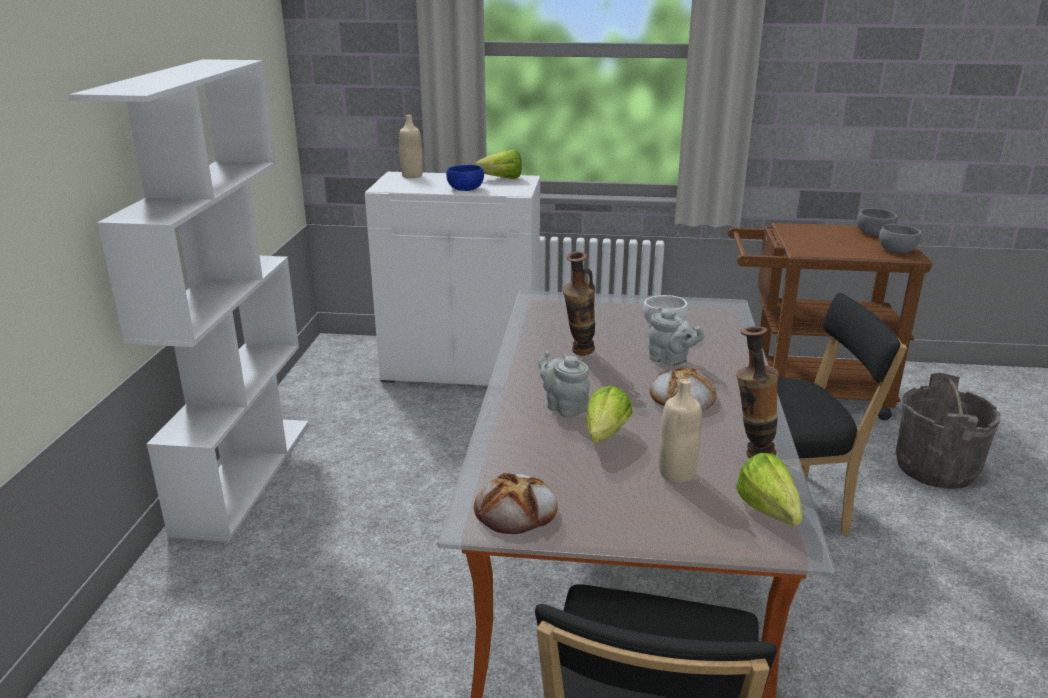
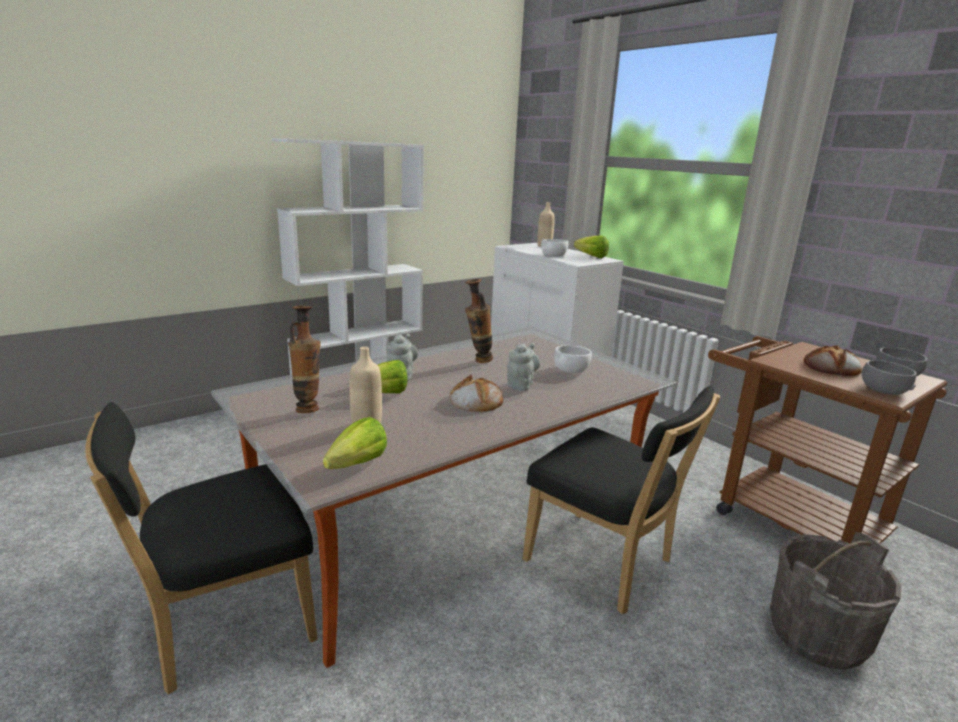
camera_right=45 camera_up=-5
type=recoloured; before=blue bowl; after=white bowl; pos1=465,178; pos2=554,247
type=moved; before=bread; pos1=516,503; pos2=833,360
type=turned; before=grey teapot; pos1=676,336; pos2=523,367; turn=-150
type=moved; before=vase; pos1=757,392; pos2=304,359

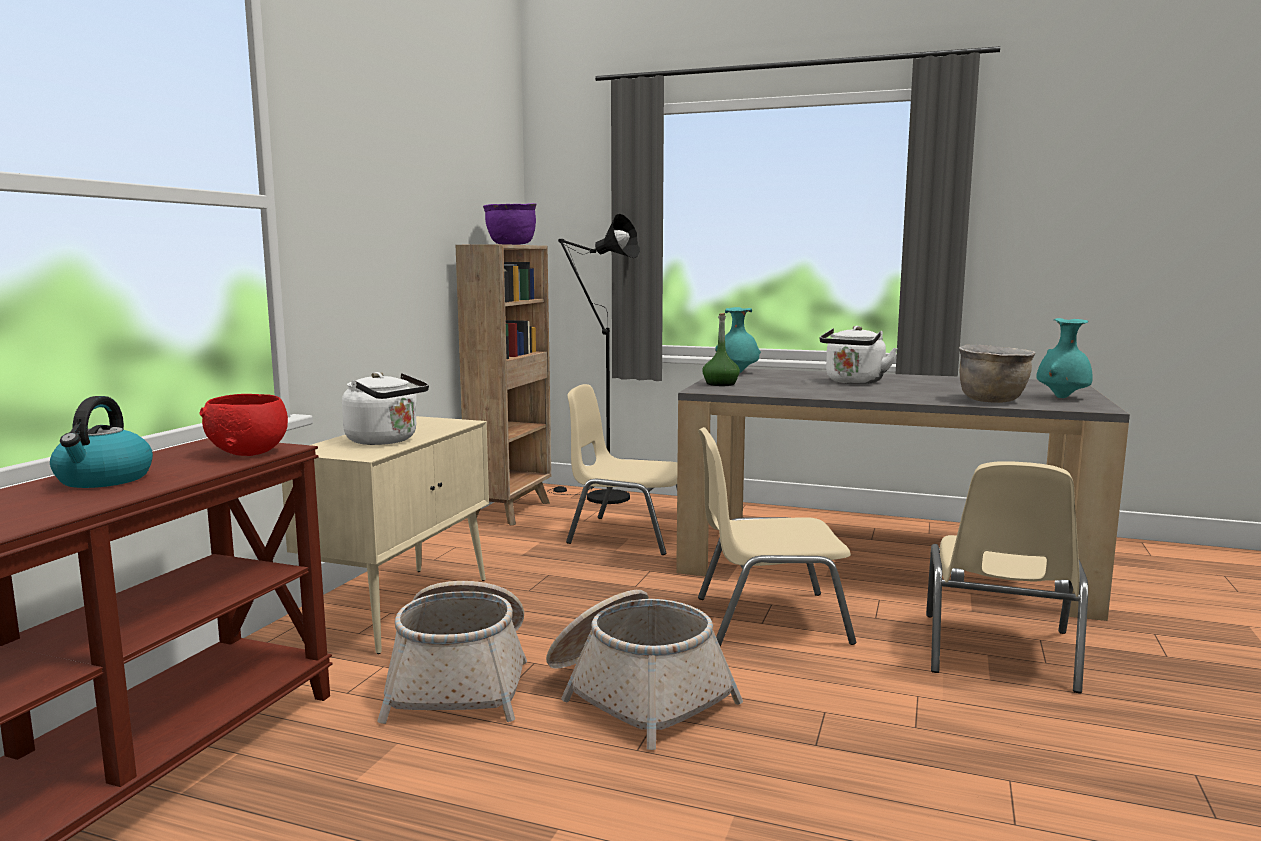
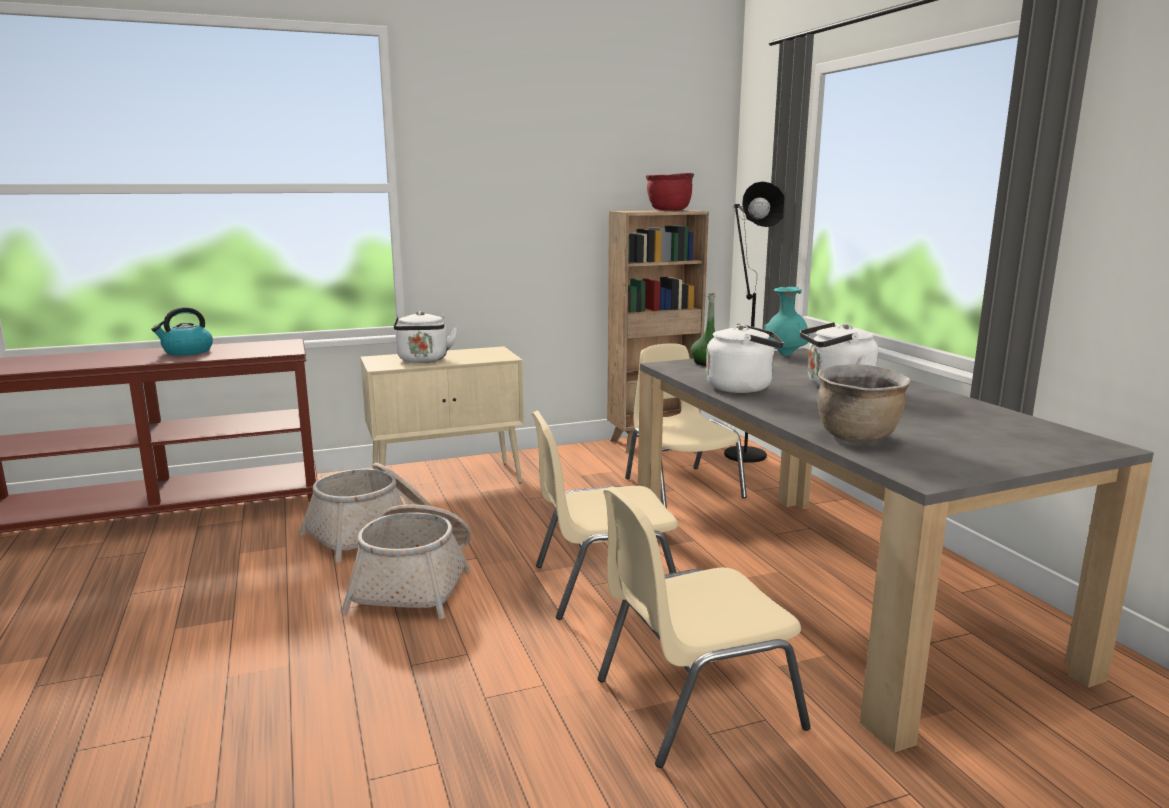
camera_right=50 camera_up=5
type=removed; before=red bowl; pos1=243,425
type=recoloured; before=purple cooking pot; after=red cooking pot; pos1=509,224; pos2=670,192
type=turned; before=beige chair; pos1=777,536; pos2=605,515; turn=-60
type=removed; before=turquoise vase; pos1=1064,358
type=added; after=white kettle; pos2=745,358

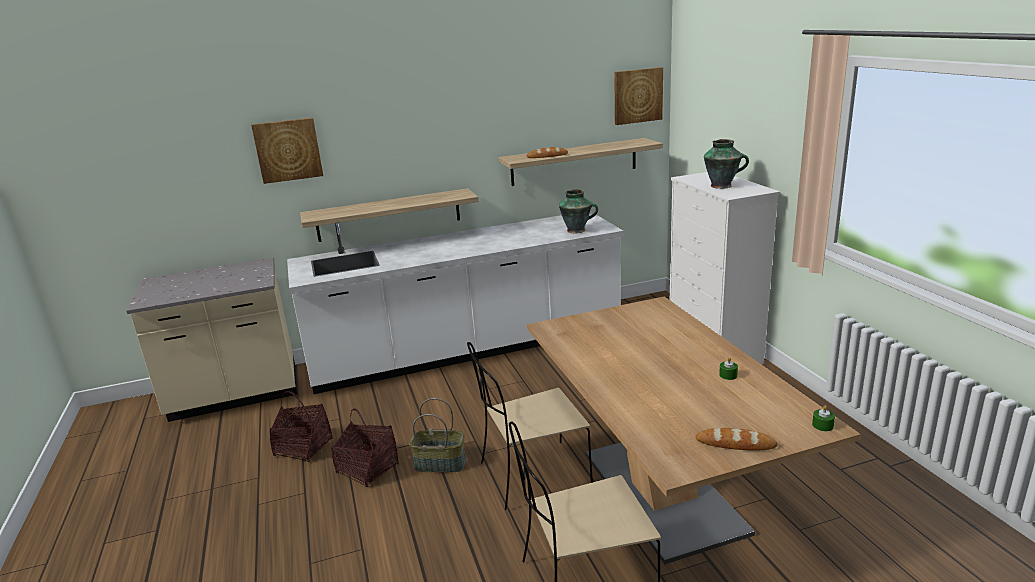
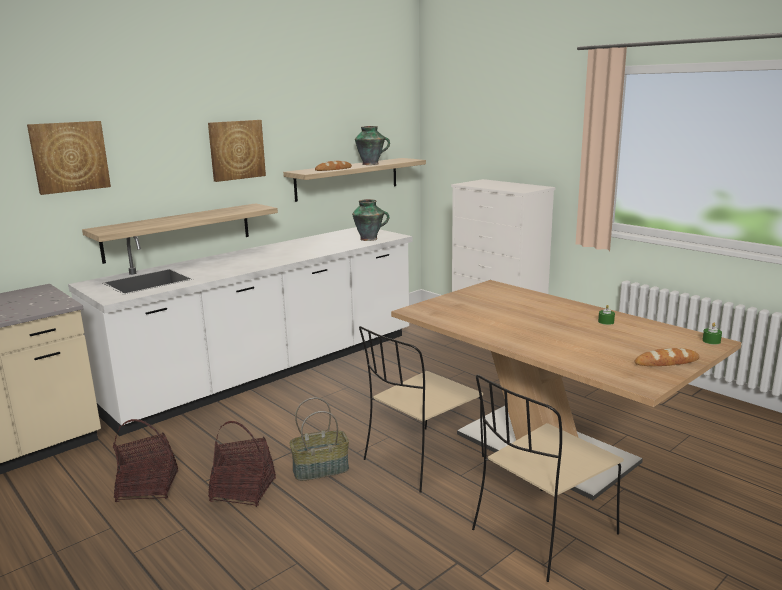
camera_right=-25 camera_up=-5
type=moved; before=picture; pos1=638,96; pos2=237,151
type=moved; before=vase; pos1=726,164; pos2=372,145

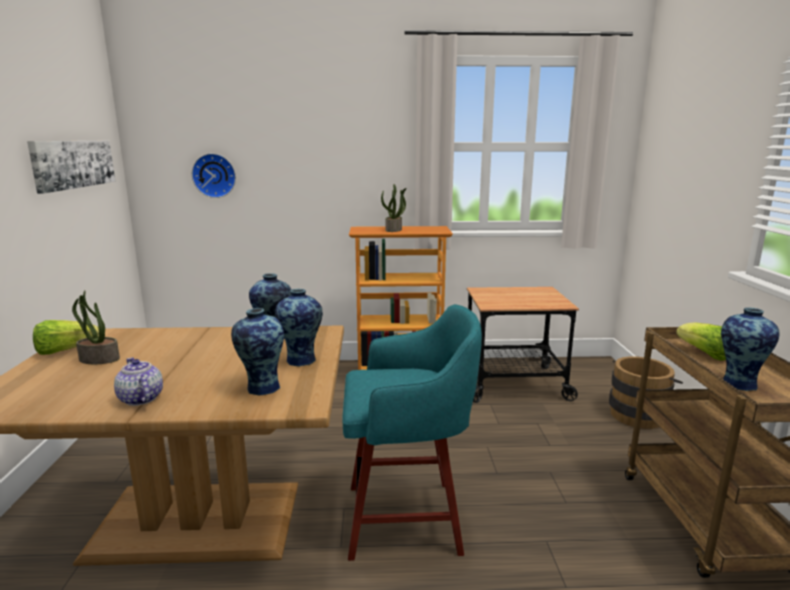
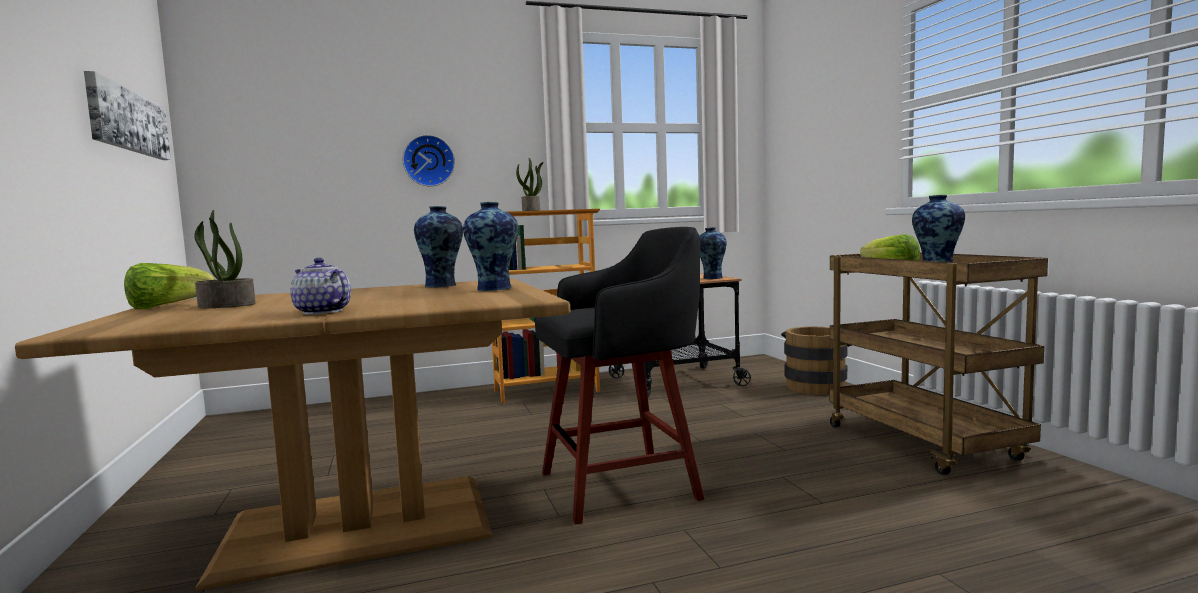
camera_right=-15 camera_up=-10
type=moved; before=wall clock; pos1=214,175; pos2=428,161
type=moved; before=vase; pos1=257,351; pos2=713,253
type=recoloured; before=turquoise stool; after=black stool; pos1=412,432; pos2=619,375

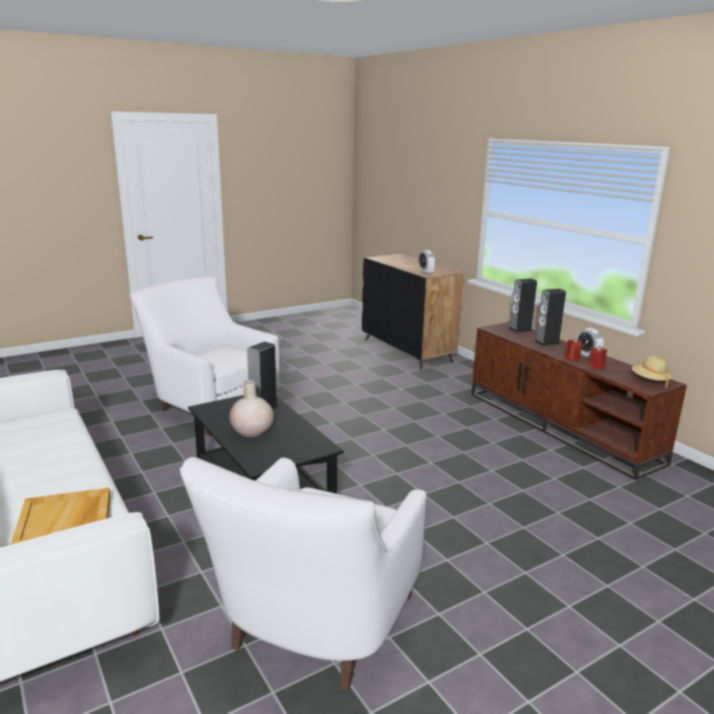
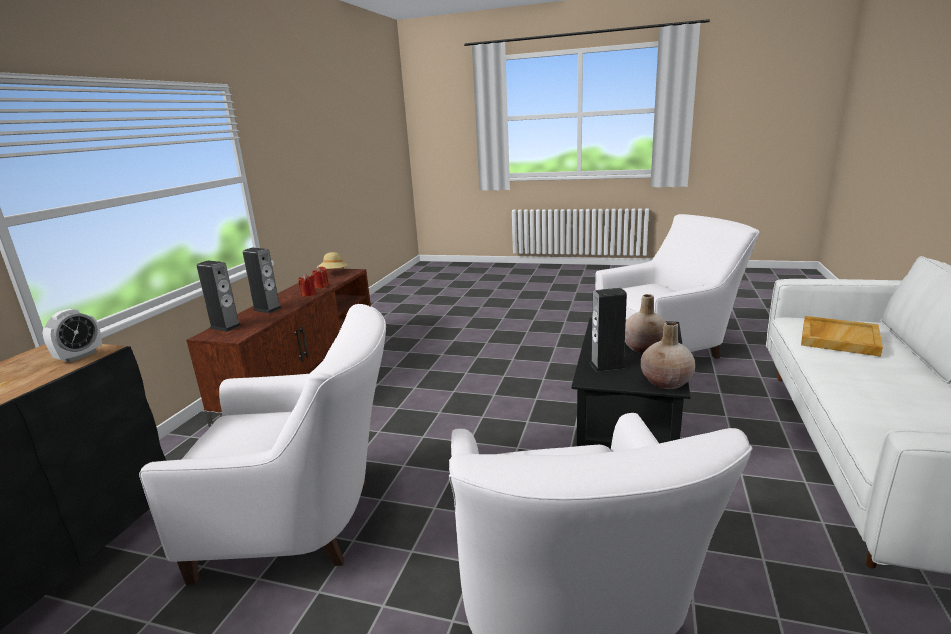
camera_right=-130 camera_up=0
type=removed; before=alarm clock; pos1=590,343
type=added; after=white armchair; pos2=262,444
type=added; after=beige vase; pos2=667,355

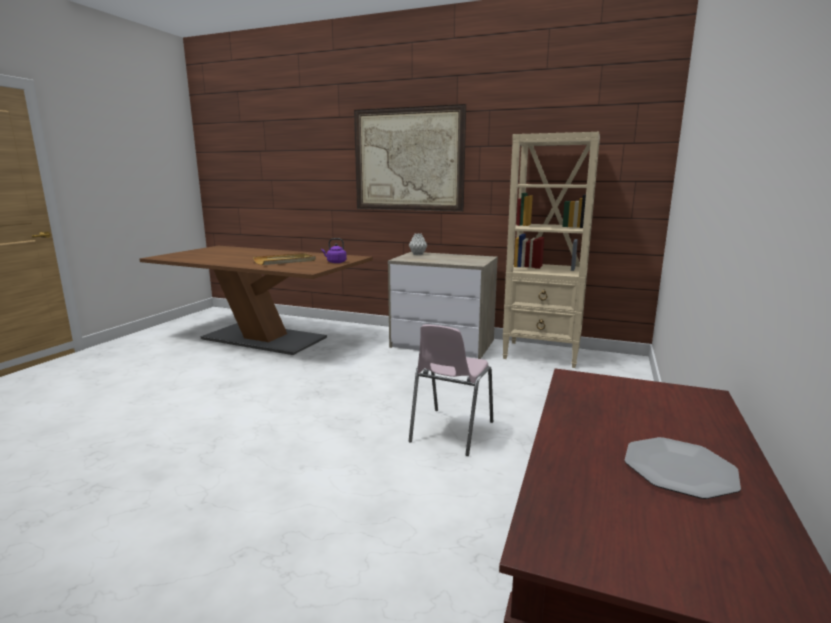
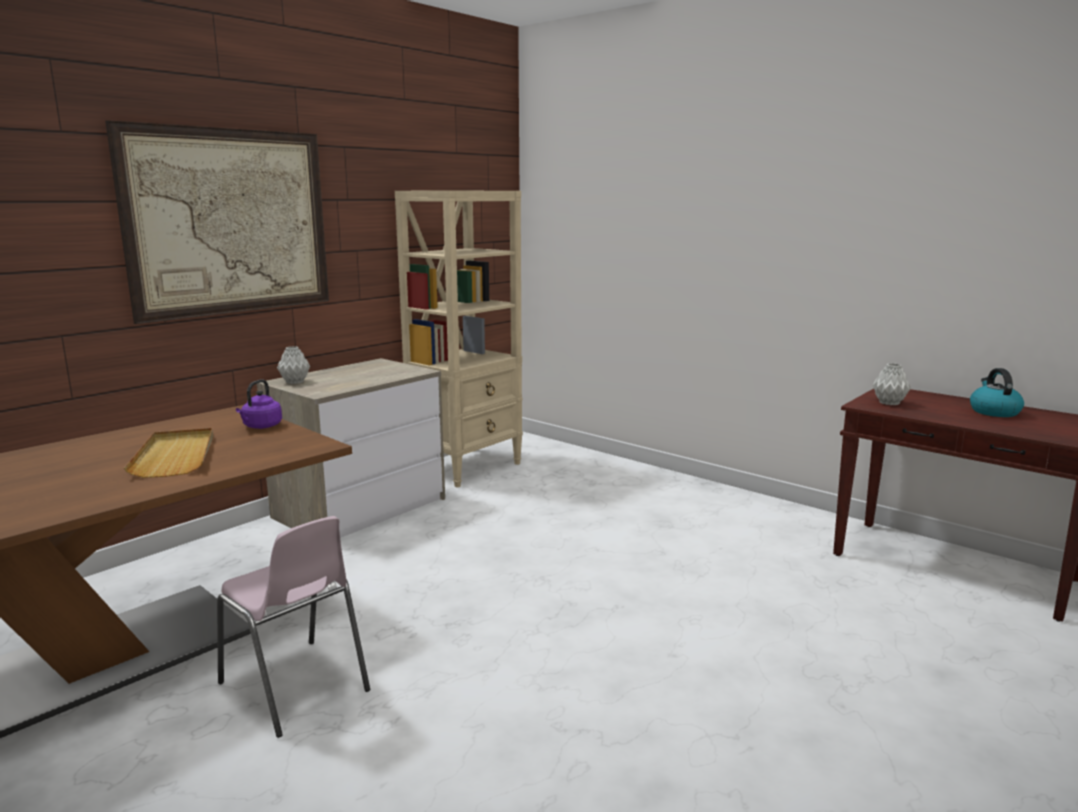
camera_right=-70 camera_up=0
type=moved; before=pink chair; pos1=451,390; pos2=293,627
type=replaced; before=plate; after=kettle; pos1=683,468; pos2=997,392
type=added; after=grey vase; pos2=892,384

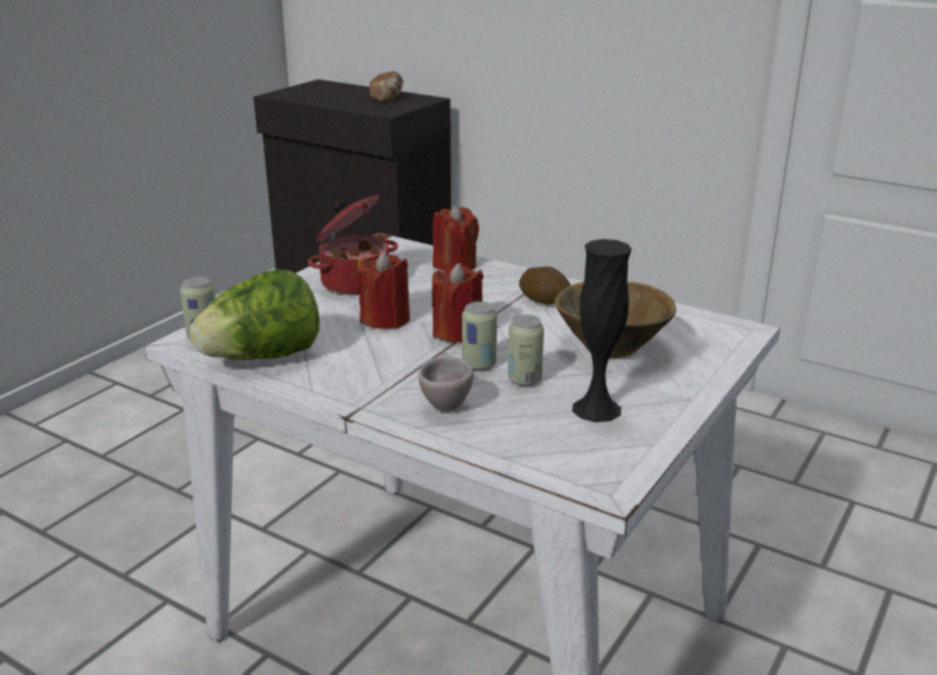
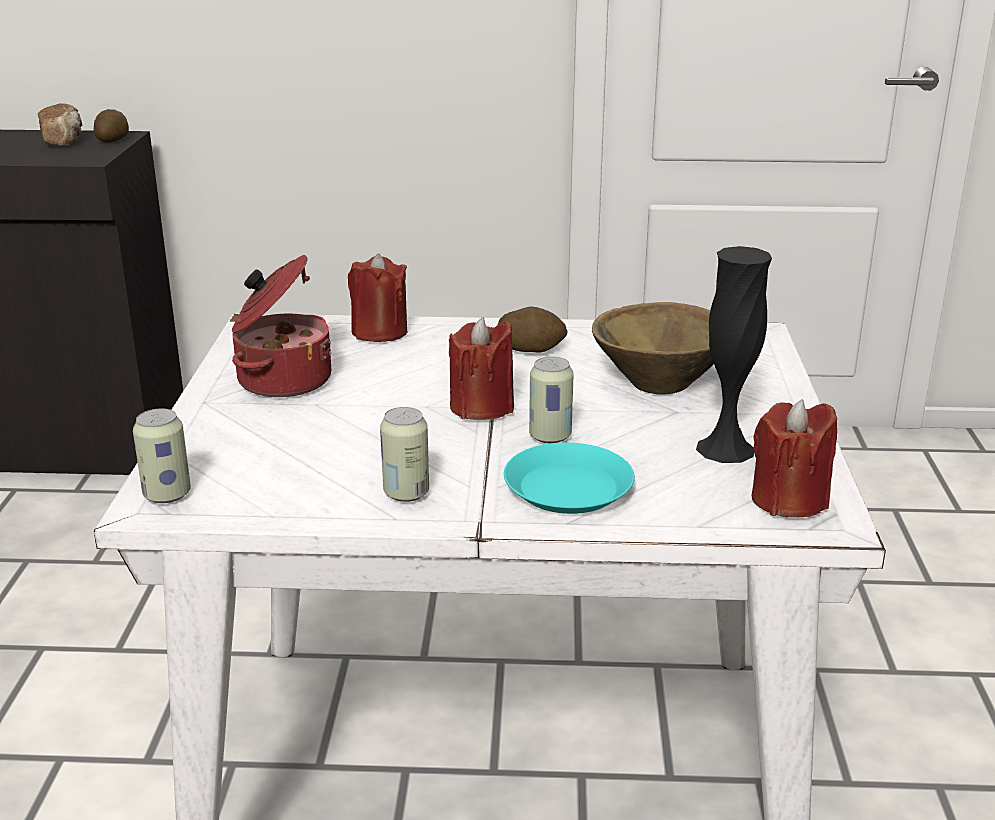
camera_right=-30 camera_up=0
type=removed; before=lettuce; pos1=255,314
type=moved; before=red candle; pos1=384,290; pos2=794,458
type=replaced; before=beige cup; after=turquoise plate; pos1=446,382; pos2=569,478
type=moved; before=can; pos1=526,350; pos2=404,454
type=added; after=potato; pos2=111,126

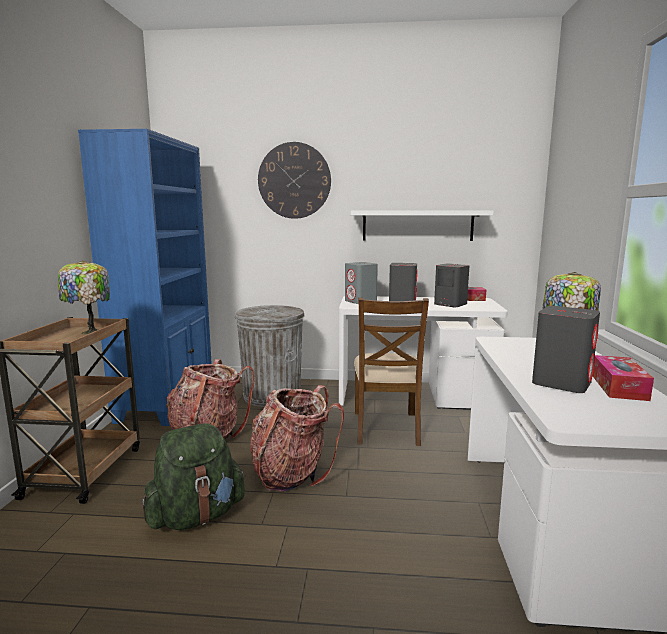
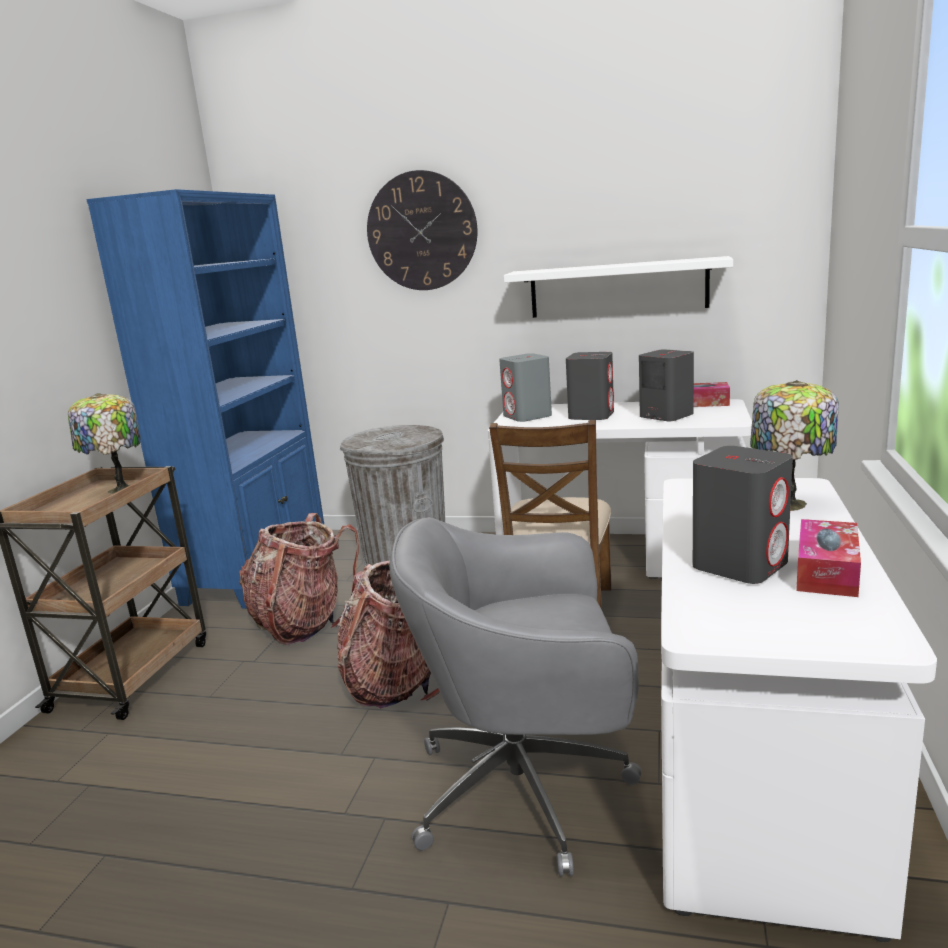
camera_right=10 camera_up=5
type=removed; before=green backpack; pos1=193,476
type=added; after=grey office chair; pos2=515,696

